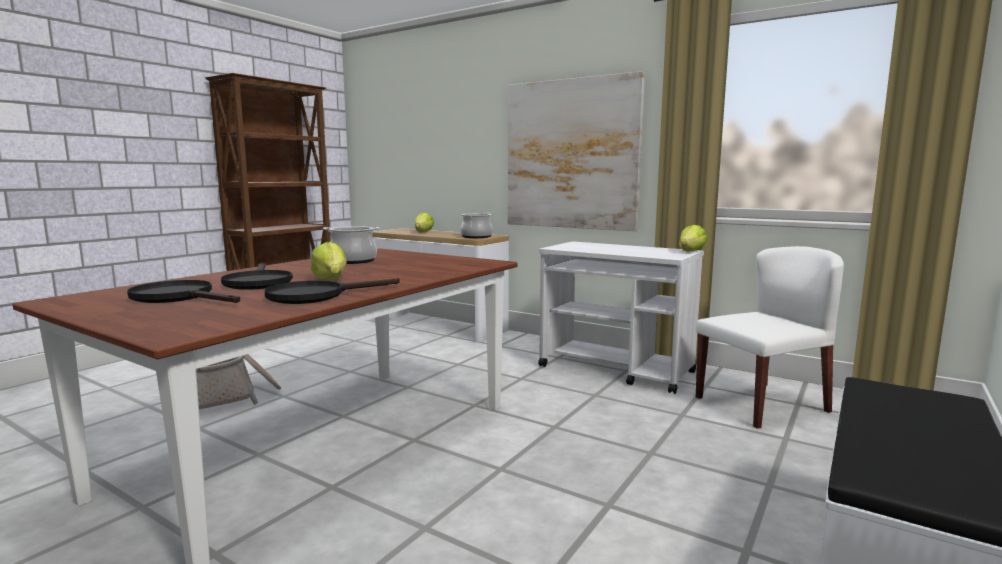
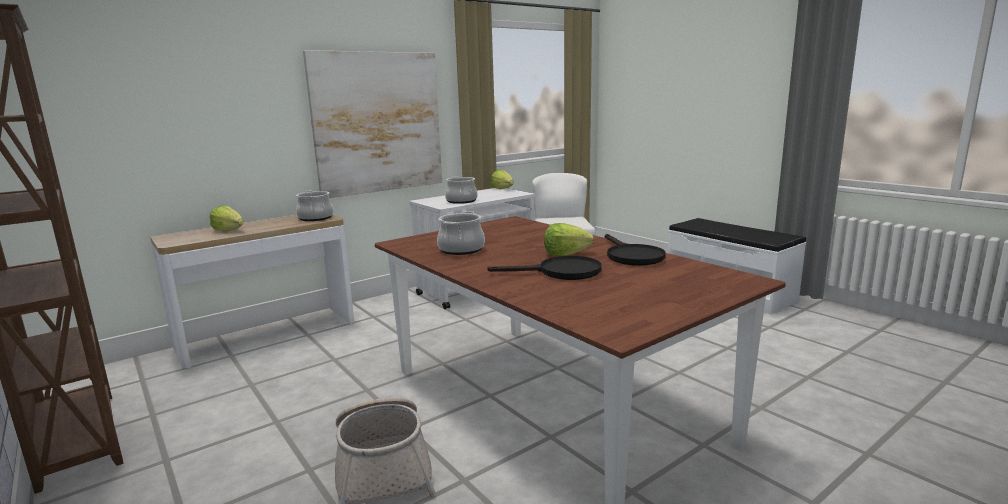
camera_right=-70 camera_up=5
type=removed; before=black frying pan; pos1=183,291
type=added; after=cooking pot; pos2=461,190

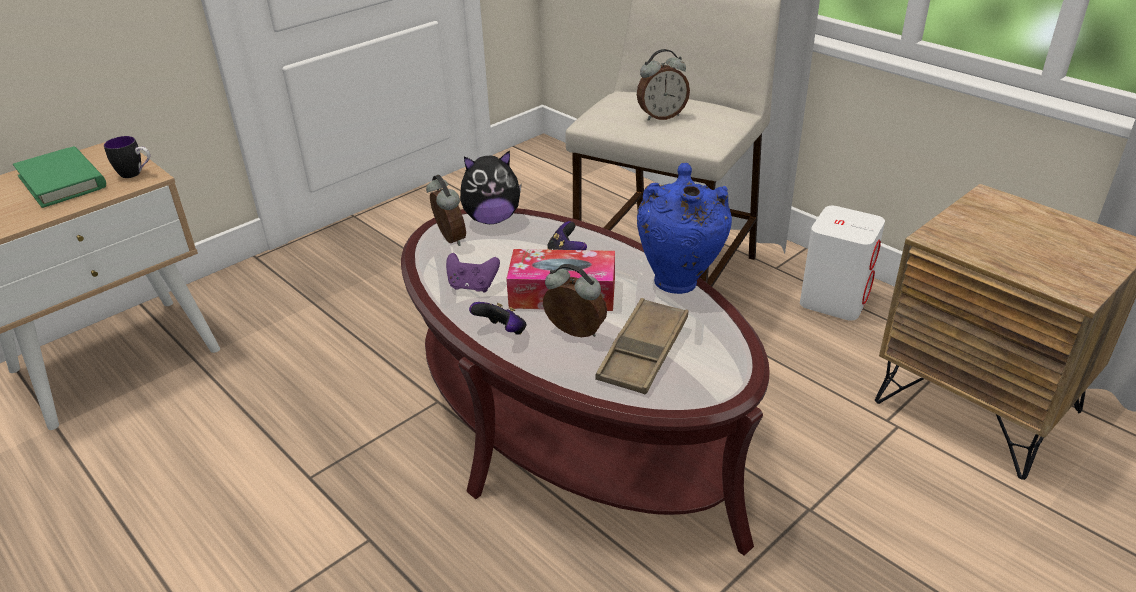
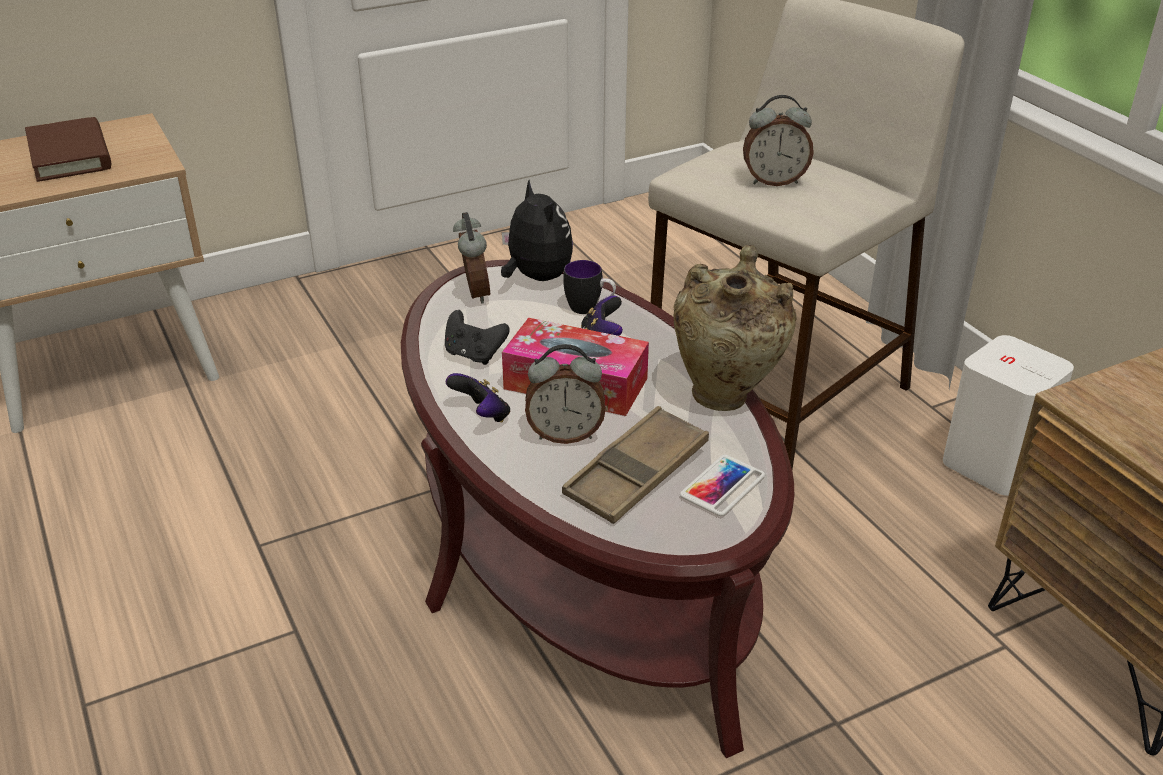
camera_right=15 camera_up=0
type=recoloured; before=green book; after=brown book; pos1=59,177; pos2=68,149
type=moved; before=mug; pos1=127,157; pos2=589,287
type=recoloured; before=purple game controller; after=black game controller; pos1=473,273; pos2=477,337
type=turned; before=plush toy; pos1=491,187; pos2=537,230; turn=-120
type=turned; before=alarm clock; pos1=575,300; pos2=565,394; turn=135
type=recoloured; before=blue vase; after=beige vase; pos1=684,228; pos2=735,328
type=added; after=phone; pos2=722,485

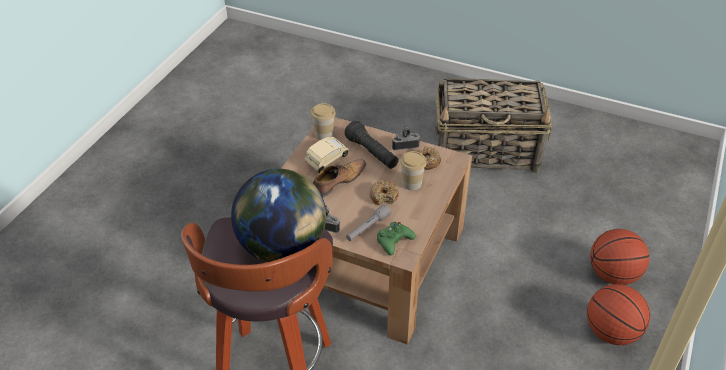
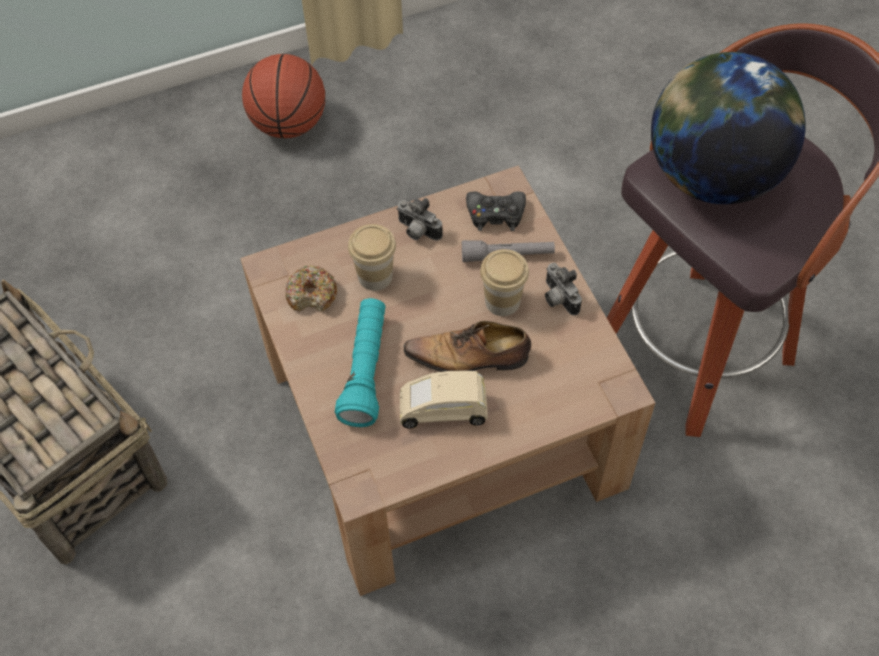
camera_right=-135 camera_up=15
type=moved; before=cup; pos1=323,121; pos2=504,282
type=recoloured; before=black flashlight; after=turquoise flashlight; pos1=372,145; pos2=360,362
type=removed; before=donut; pos1=384,192
type=recoloured; before=green game controller; after=black game controller; pos1=396,238; pos2=496,211
type=moved; before=photo camera; pos1=406,138; pos2=419,219
type=removed; before=basketball; pos1=619,257

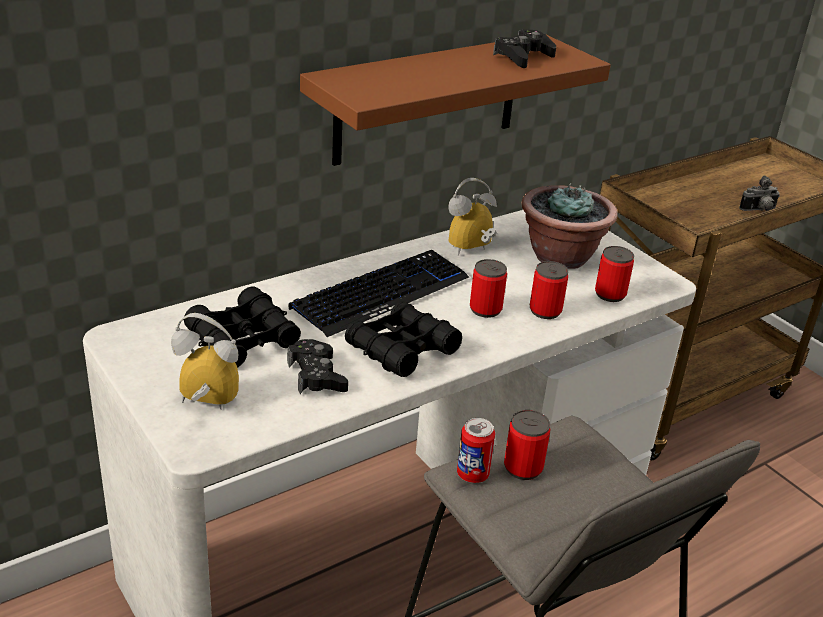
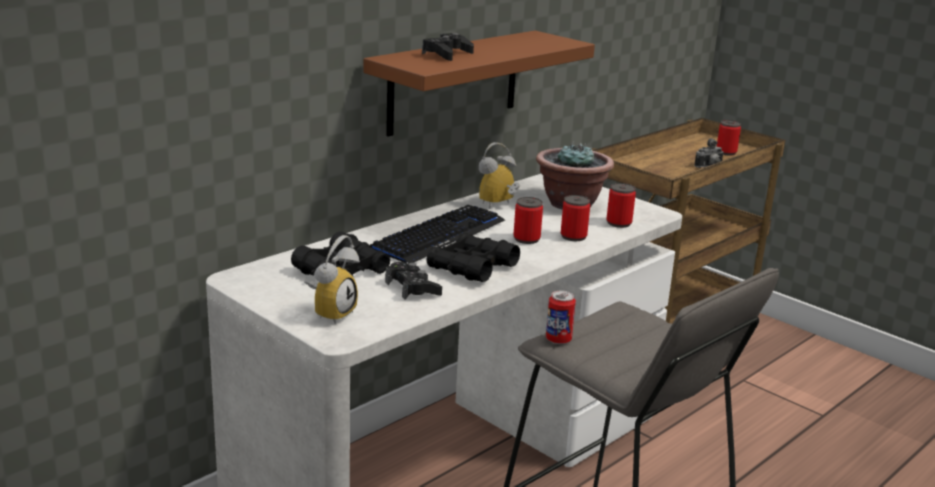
camera_right=-10 camera_up=-10
type=turned; before=alarm clock; pos1=205,361; pos2=332,279; turn=120
type=moved; before=black game controller; pos1=524,48; pos2=448,47
type=moved; before=can; pos1=527,445; pos2=729,138

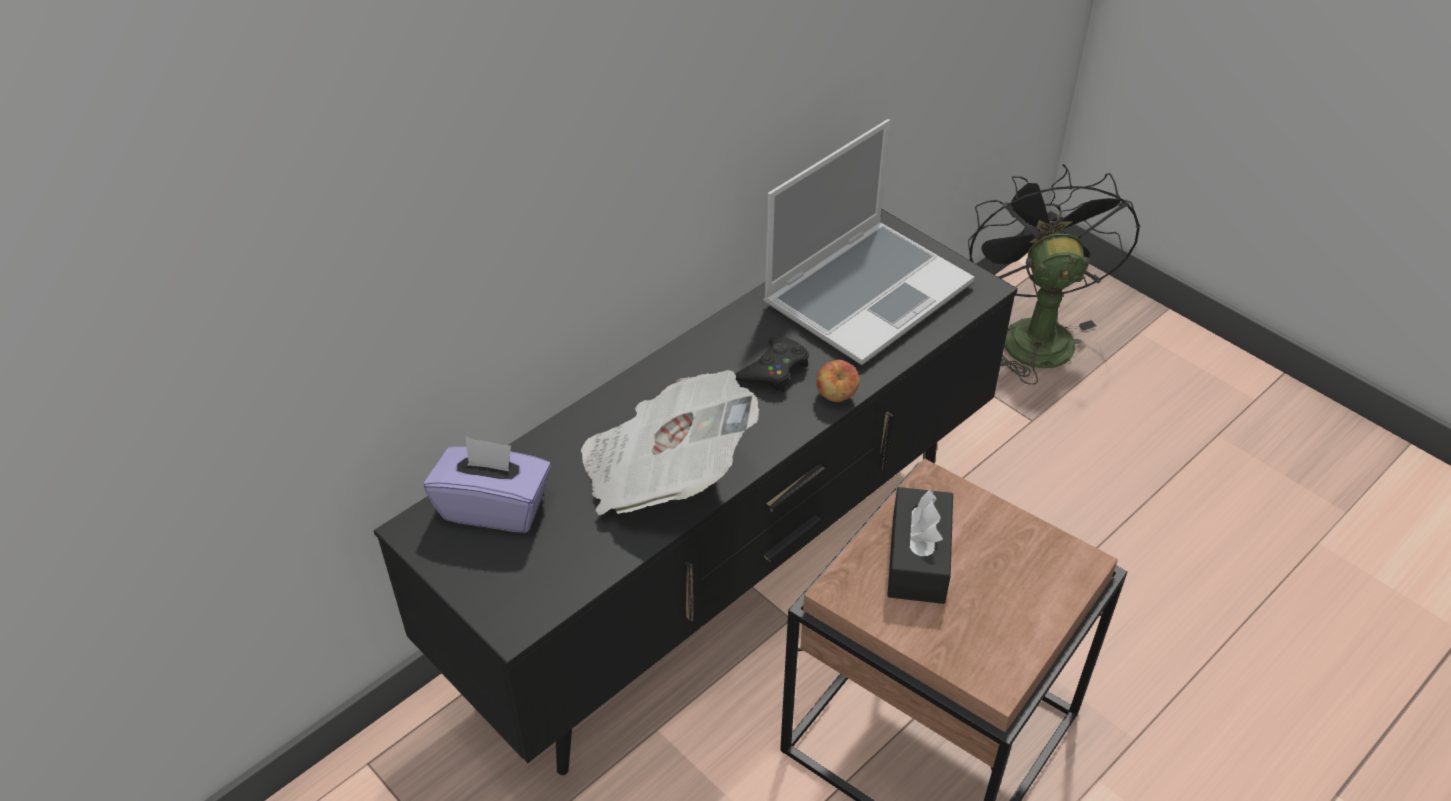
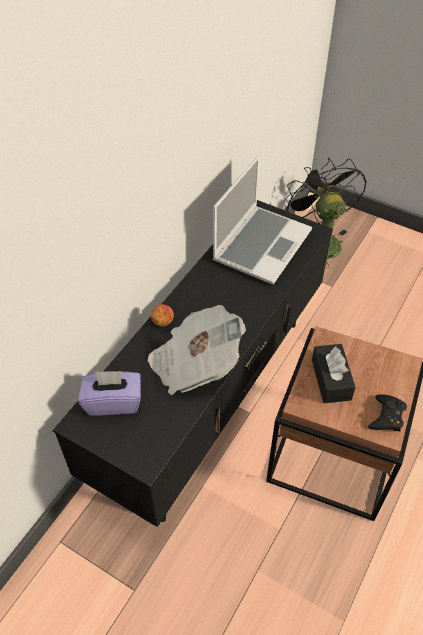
camera_right=-15 camera_up=5
type=moved; before=black game controller; pos1=772,364; pos2=387,412
type=moved; before=apple; pos1=838,381; pos2=162,315

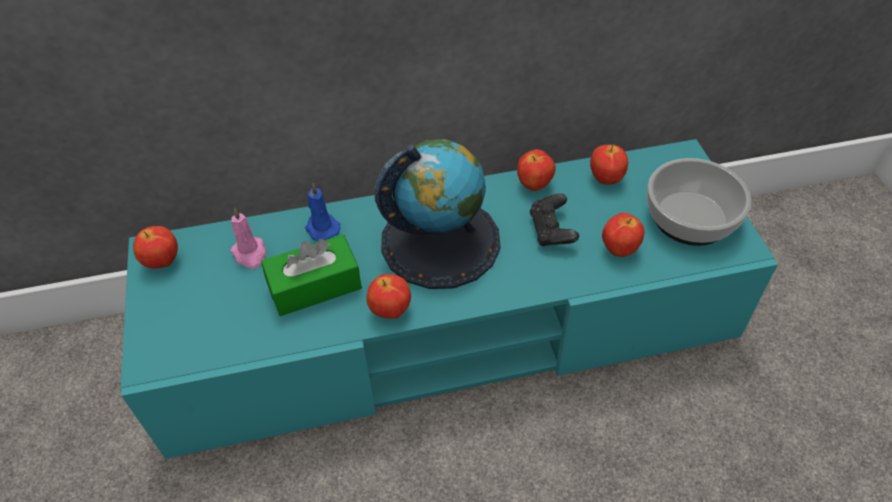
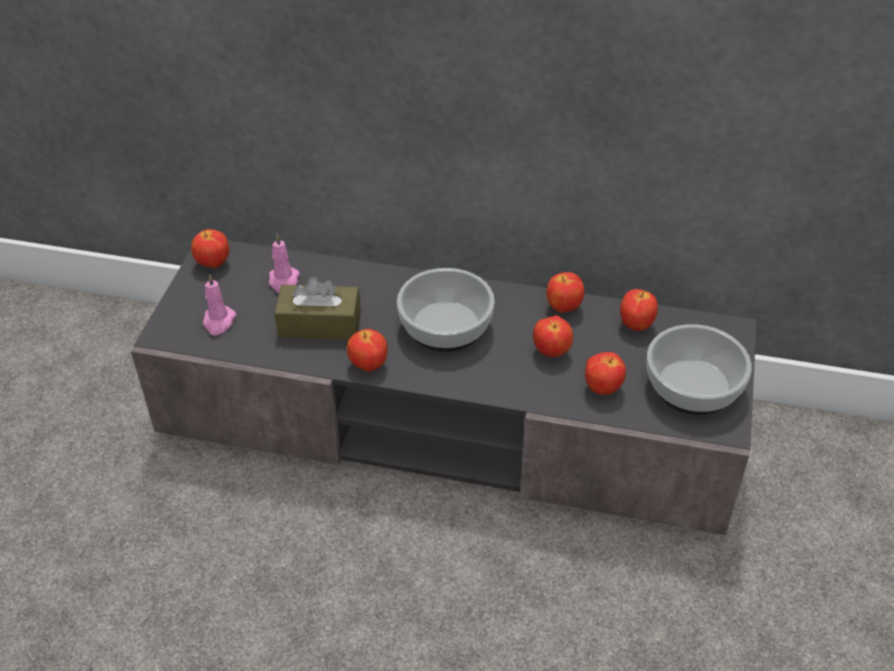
camera_right=25 camera_up=-5
type=recoloured; before=turquoise tv stand; after=grey tv stand; pos1=449,299; pos2=444,387
type=recoloured; before=green tissue box; after=brown tissue box; pos1=311,275; pos2=317,308
type=removed; before=blue candle; pos1=322,212
type=replaced; before=globe; after=bowl; pos1=437,214; pos2=446,310
type=replaced; before=black game controller; after=apple; pos1=554,220; pos2=553,336
type=added; after=pink candle; pos2=219,304

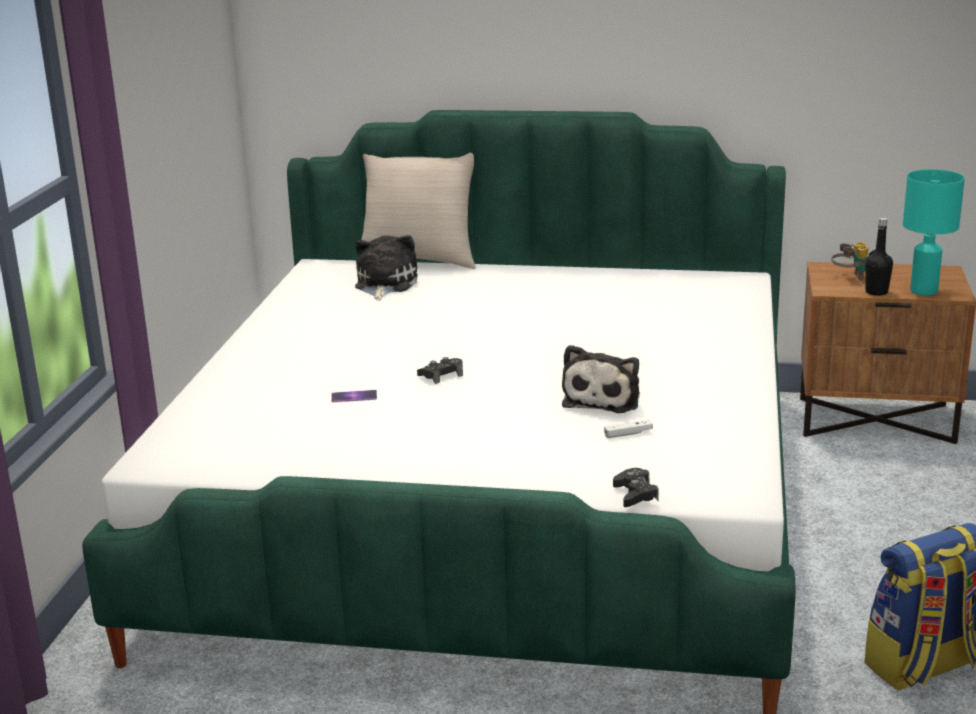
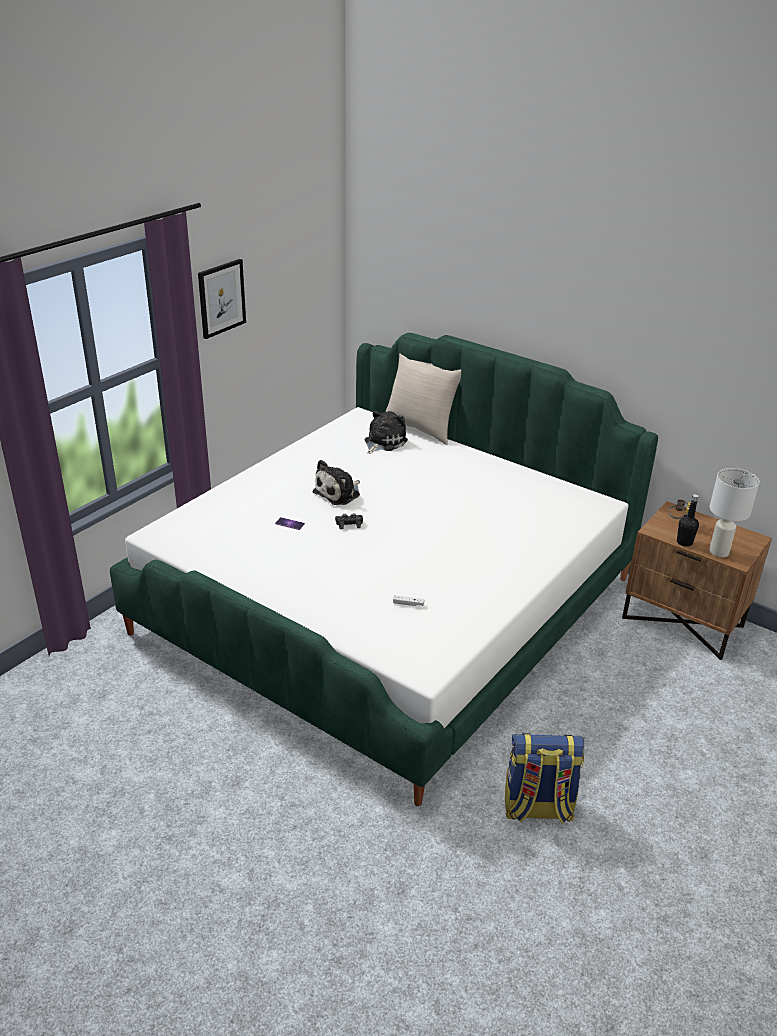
camera_right=25 camera_up=10
type=moved; before=plush toy; pos1=601,379; pos2=336,482
type=removed; before=black game controller; pos1=636,487
type=recoloured; before=turquoise table lamp; after=white table lamp; pos1=934,232; pos2=734,512
type=added; after=picture; pos2=222,299

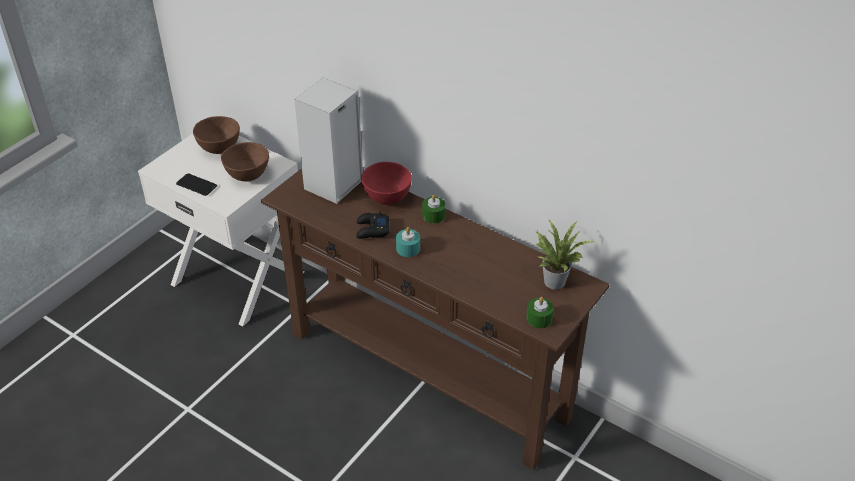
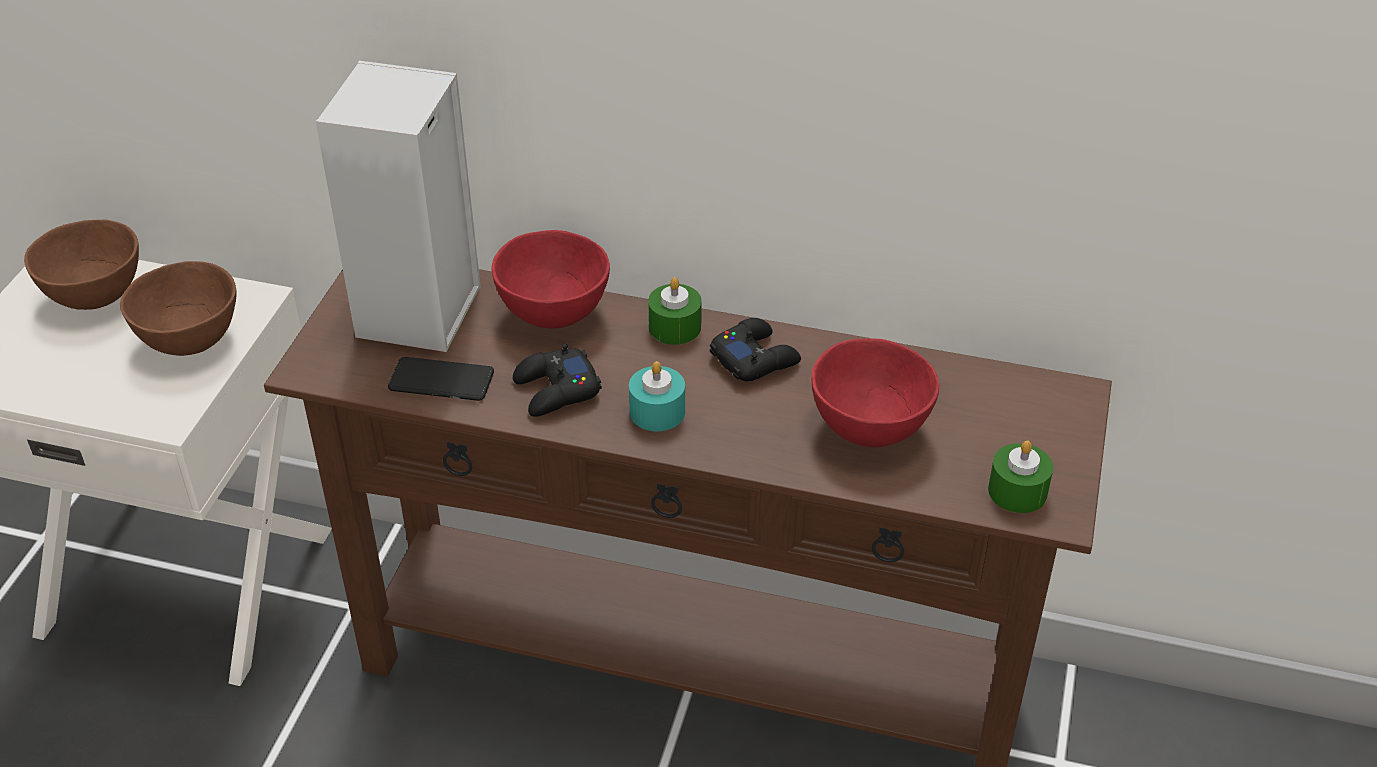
camera_right=-20 camera_up=0
type=moved; before=phone; pos1=196,184; pos2=441,379
type=removed; before=potted plant; pos1=565,255
type=added; after=black game controller; pos2=755,350
type=added; after=red bowl; pos2=875,392

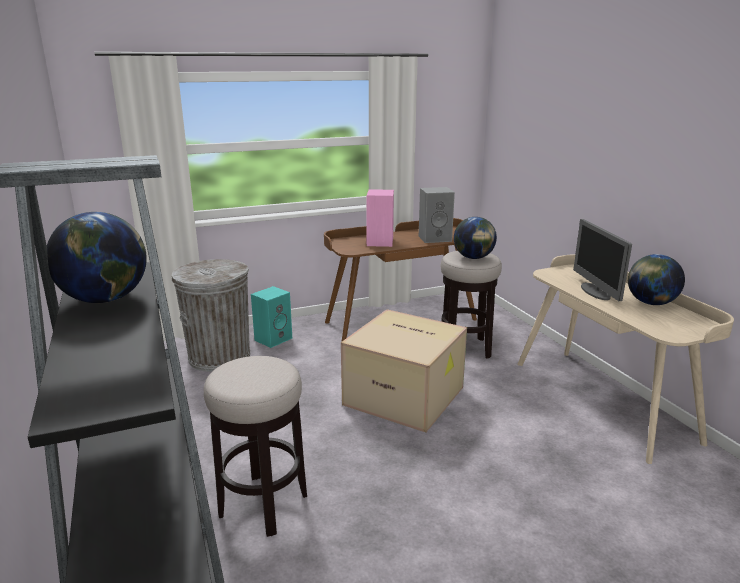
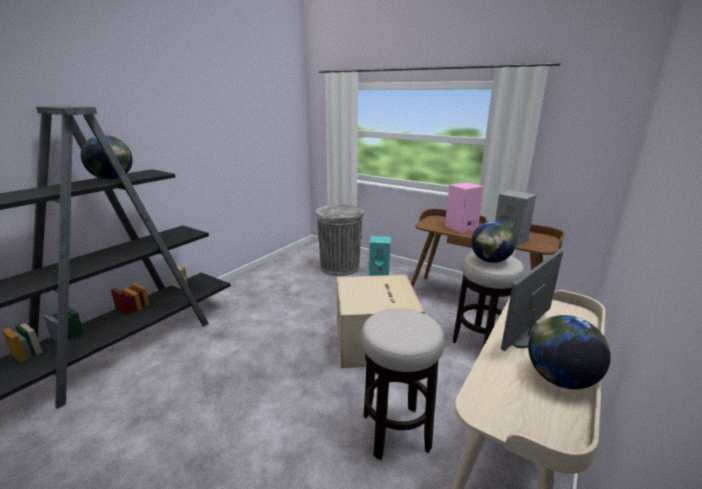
camera_right=55 camera_up=0
type=moved; before=stool; pos1=255,446; pos2=403,384

